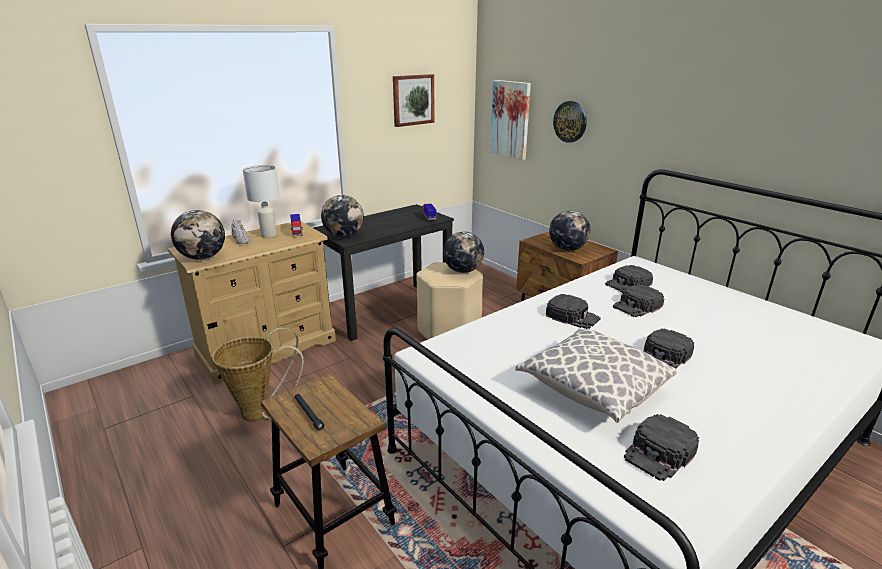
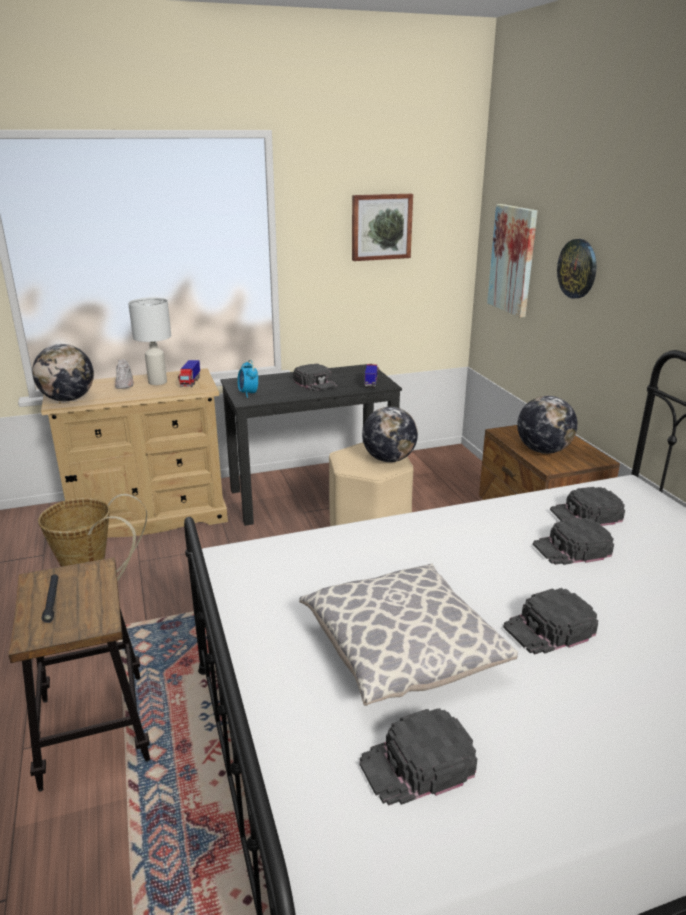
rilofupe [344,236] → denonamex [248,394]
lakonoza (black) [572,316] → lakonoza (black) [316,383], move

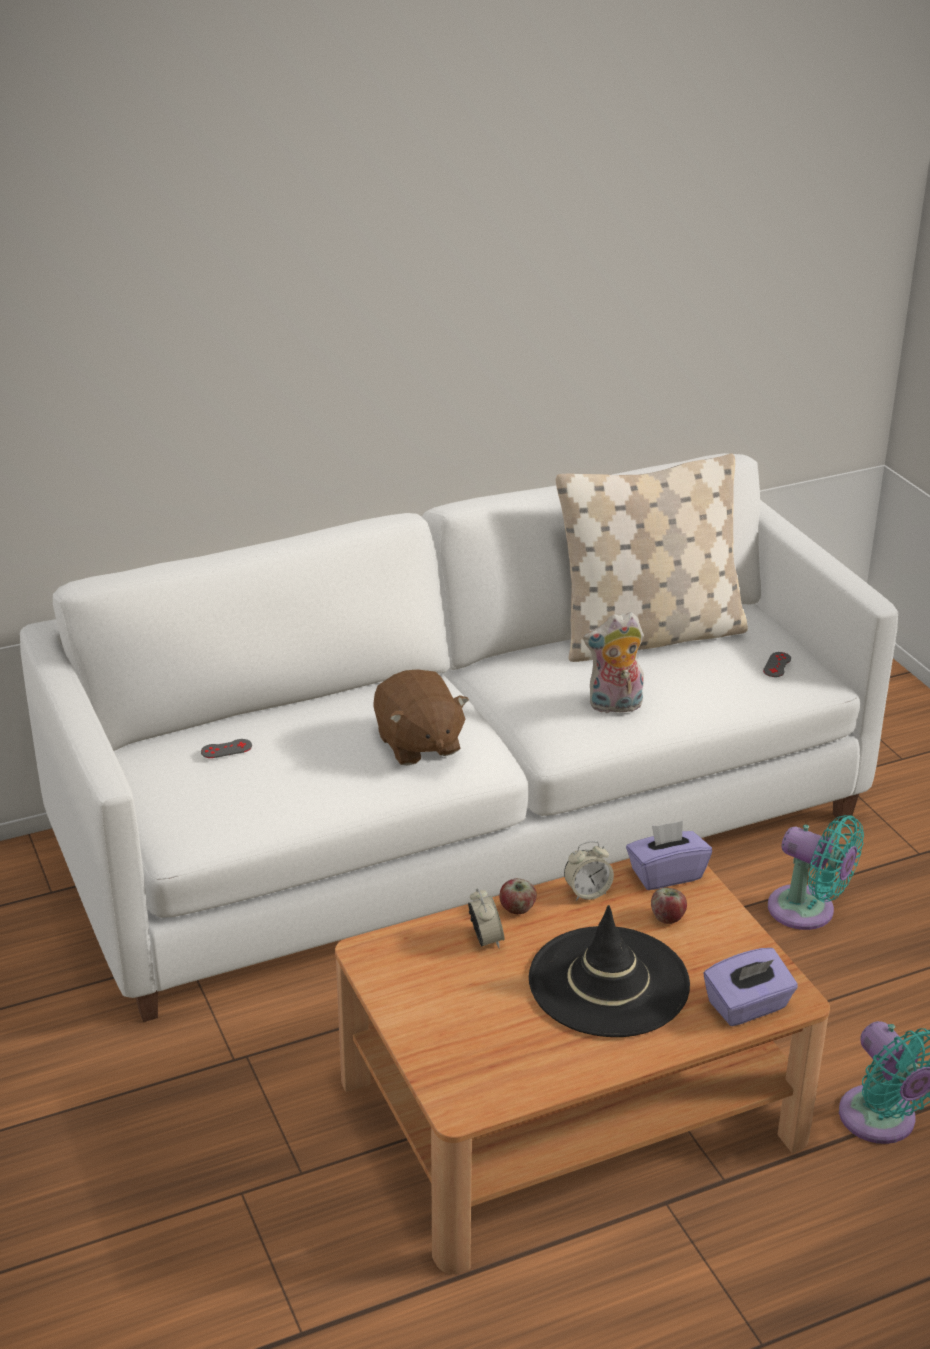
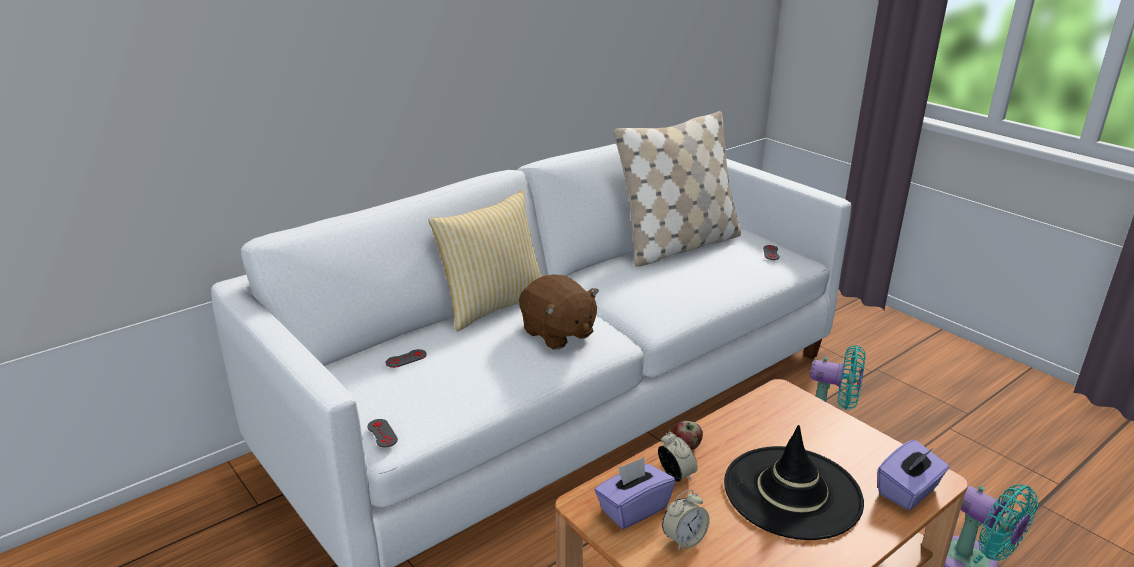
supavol [614,706] → -
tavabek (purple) [666,874] → tavabek (purple) [633,509], move
denonamex [587,892] → denonamex [684,539], move
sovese [667,917] → -
- → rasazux [492,305]
- → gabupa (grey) [382,433]

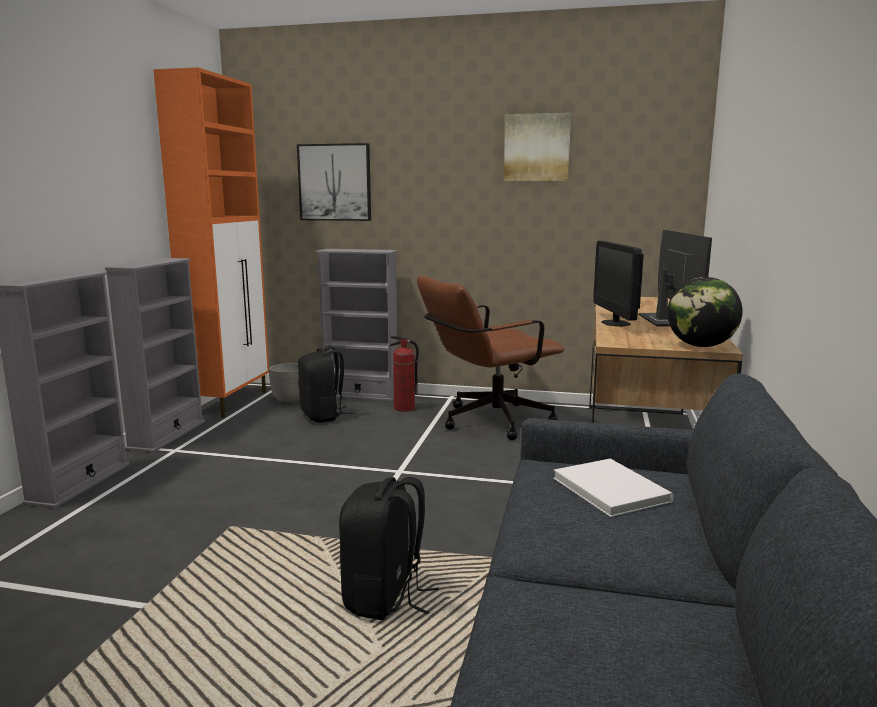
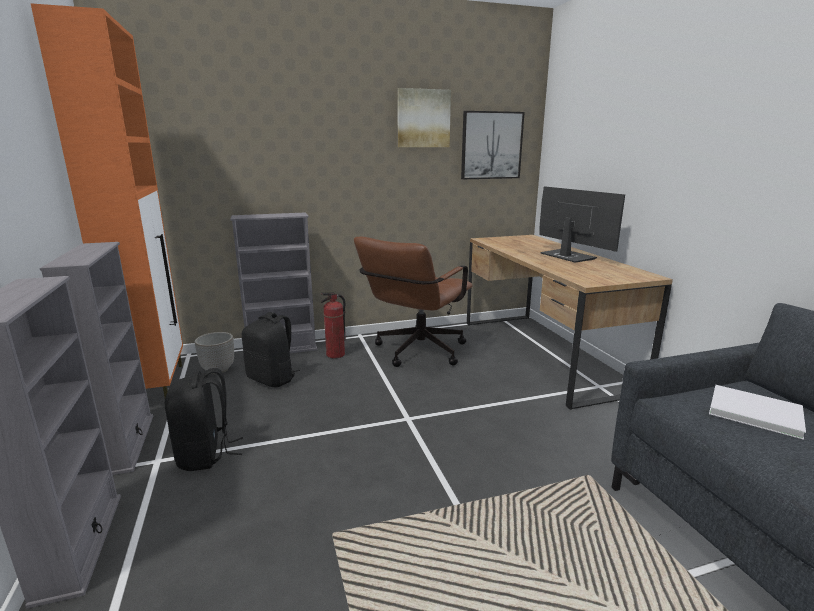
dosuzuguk [335,182] → dosuzuguk [491,145], move
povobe [615,323] → -
rilofupe [701,346] → -
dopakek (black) [385,598] → dopakek (black) [205,454], move

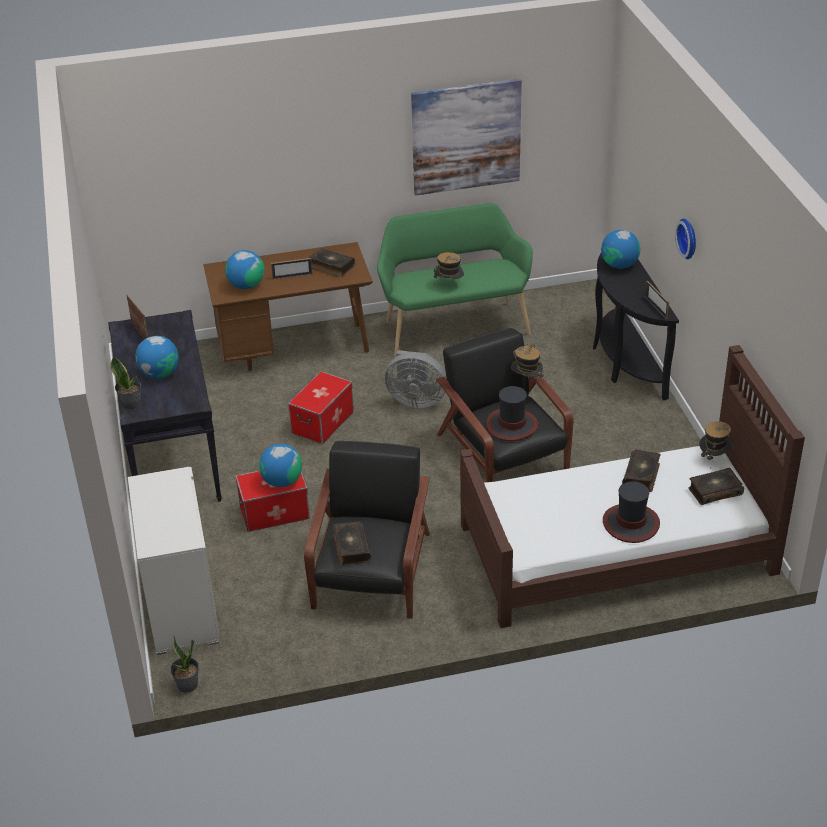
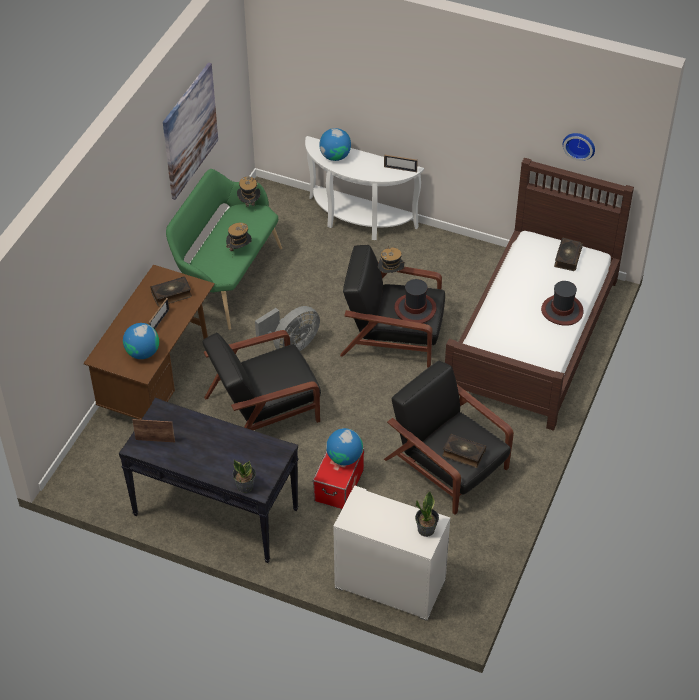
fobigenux [689,238] → fobigenux [579,144], move
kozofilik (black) [624,360] → kozofilik (white) [358,221]
rilofupe [160,374] → -
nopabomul [322,422] → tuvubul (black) [264,408]
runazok [714,458] → runazok [249,204], move
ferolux [642,475] → -
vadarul [187,685] → vadarul [426,529], move

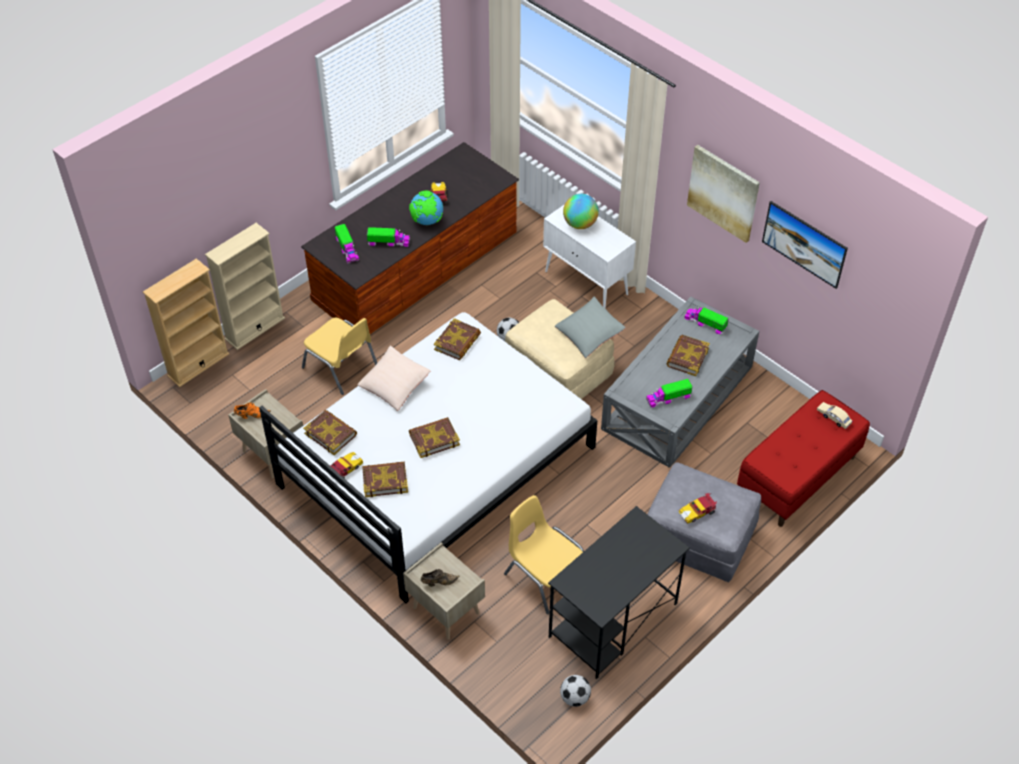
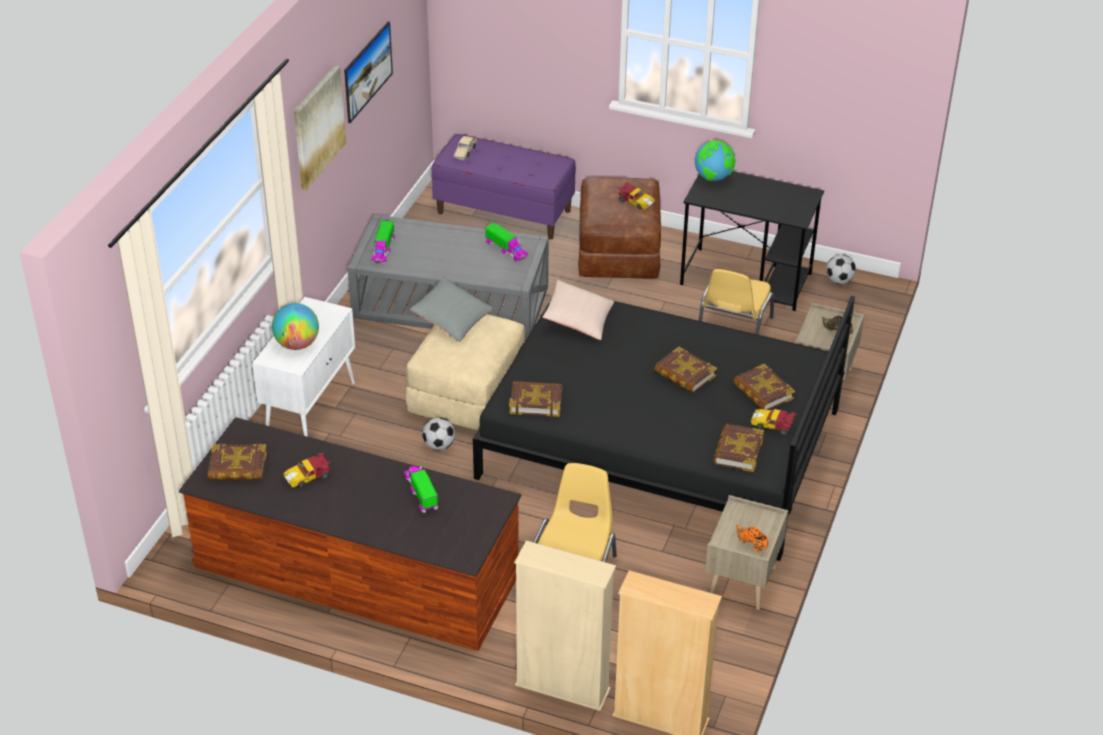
rilofupe [427,221] → rilofupe [713,178], move
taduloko [347,249] → -
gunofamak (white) [436,465] → gunofamak (black) [660,444]
ferolux [687,357] → ferolux [237,467], move
rasazux (beige) [394,385] → rasazux (beige) [578,319], move
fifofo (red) [797,477] → fifofo (purple) [504,211]
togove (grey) [697,538] → togove (brown) [619,253]

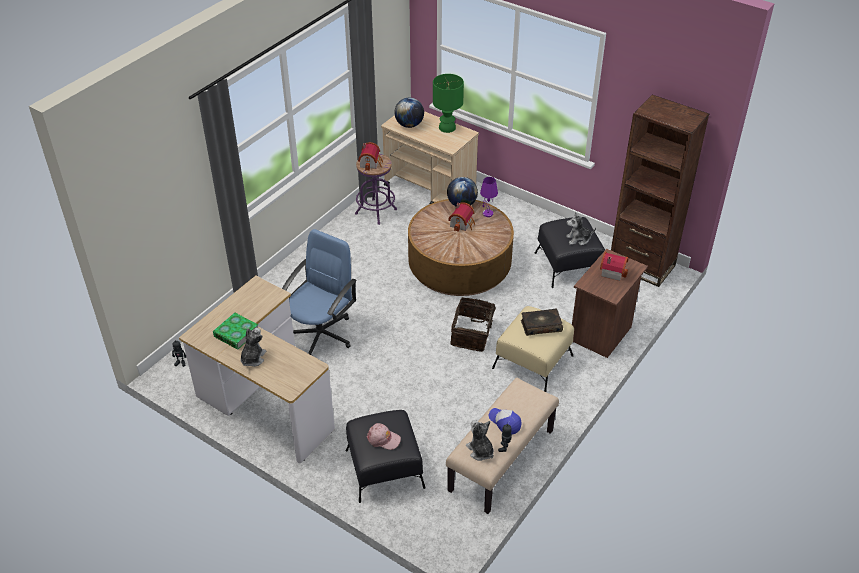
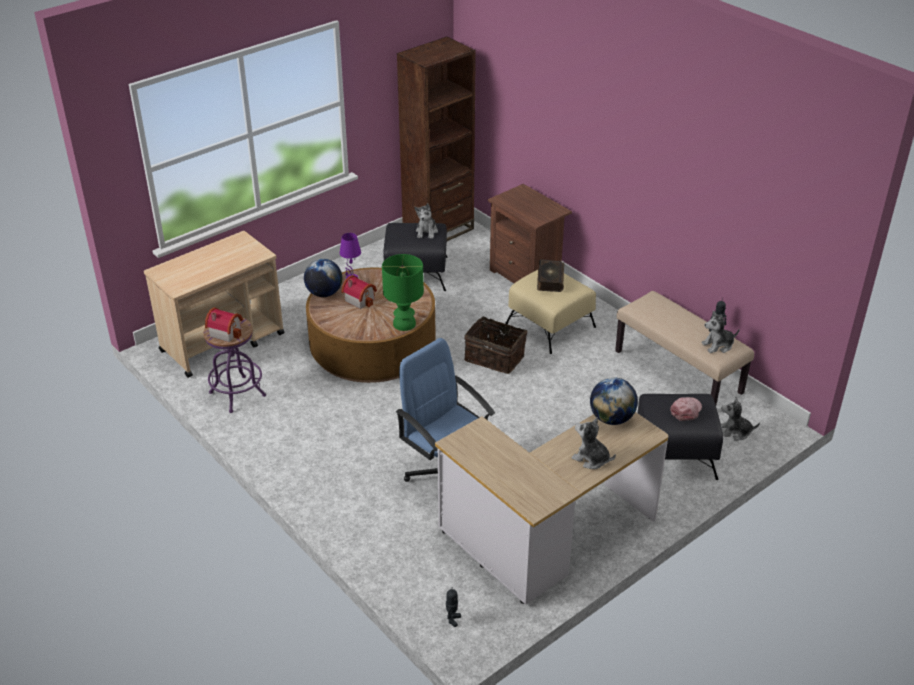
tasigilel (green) [447,127] → tasigilel (green) [404,323], move
rilofupe [409,125] → rilofupe [611,419], move
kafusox [612,271] → -
ferolux [236,333] → -
lakonoza [504,422] → -
- → supavol [735,432]

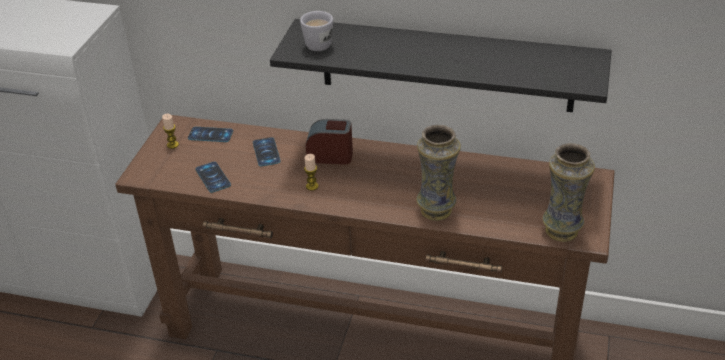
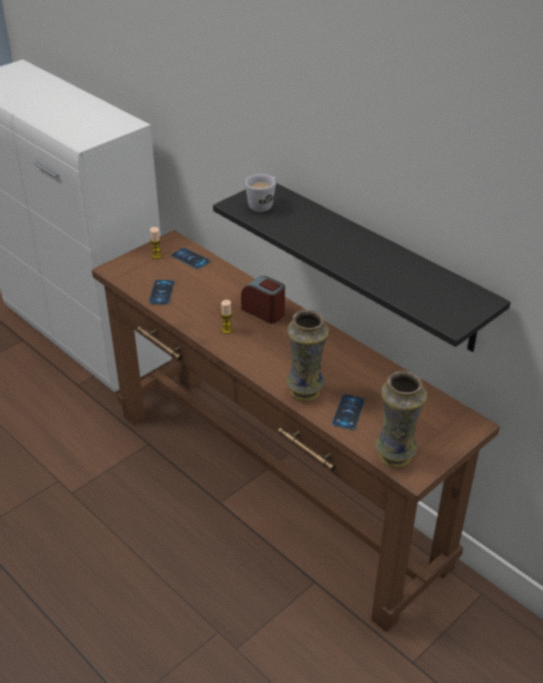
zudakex [266,152] → zudakex [348,412], move

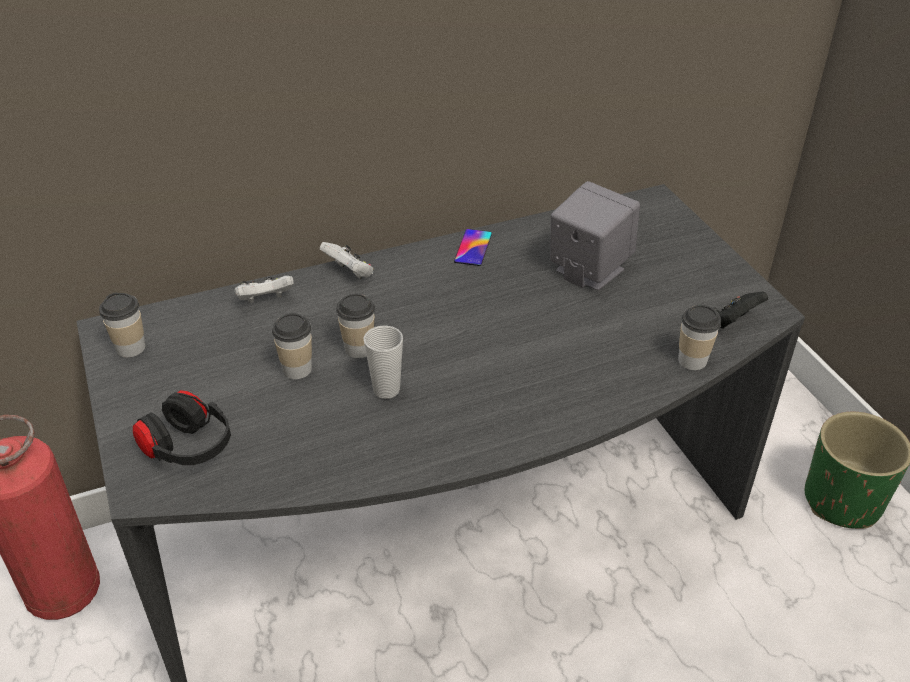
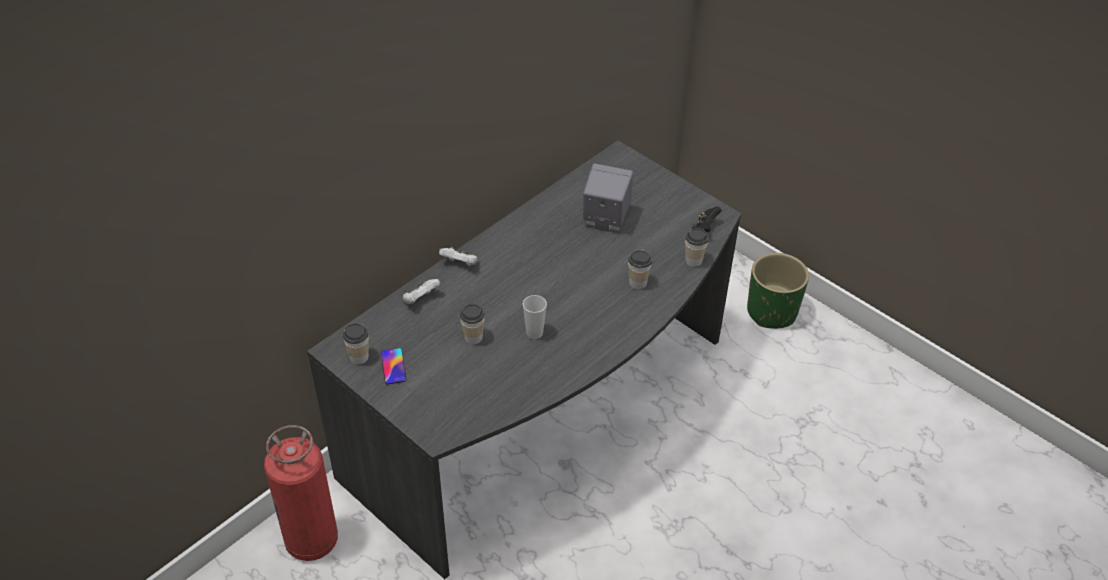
zudakex [473,248] → zudakex [393,366], move
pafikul [359,348] → pafikul [638,282], move
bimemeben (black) [188,449] → -

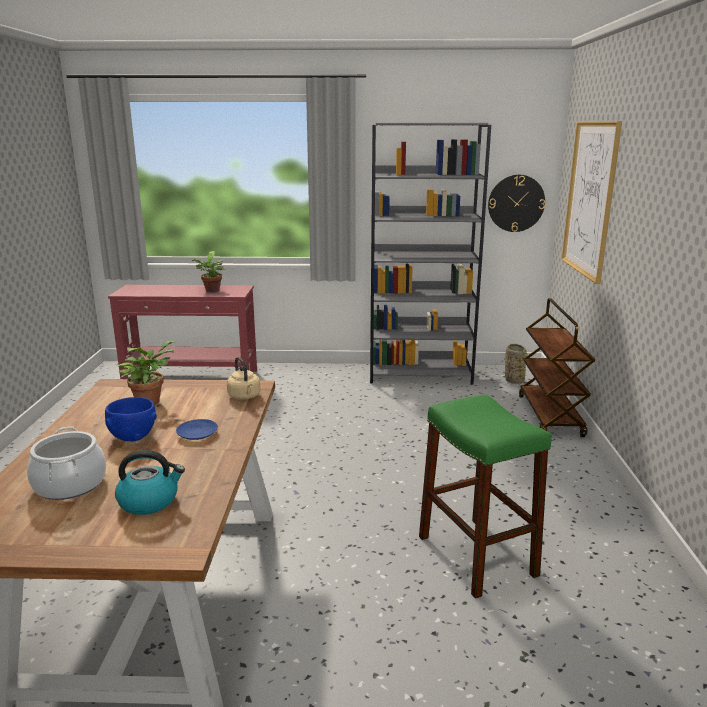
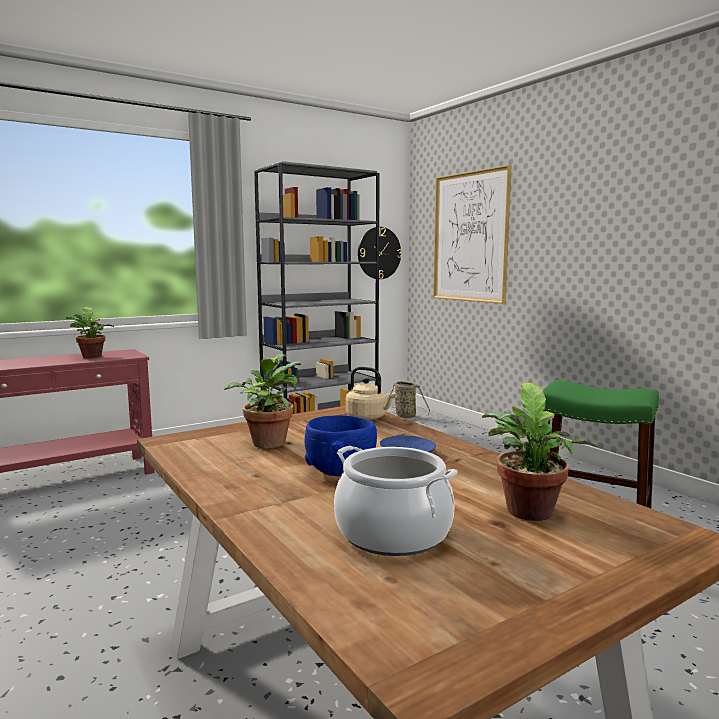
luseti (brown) [550,416] → -
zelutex [149,501] → vadarul [530,514]

